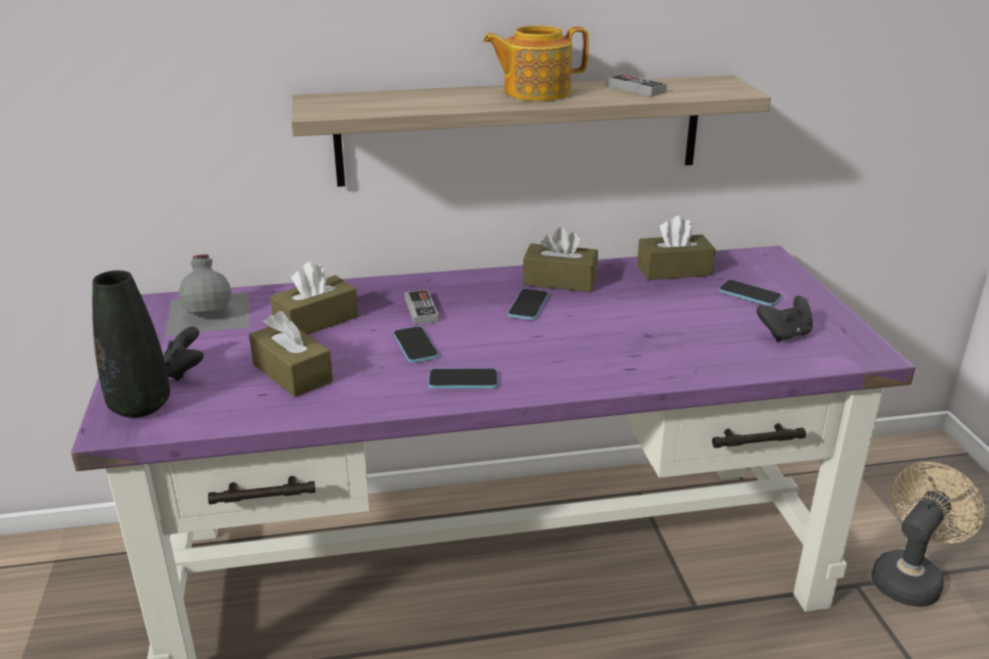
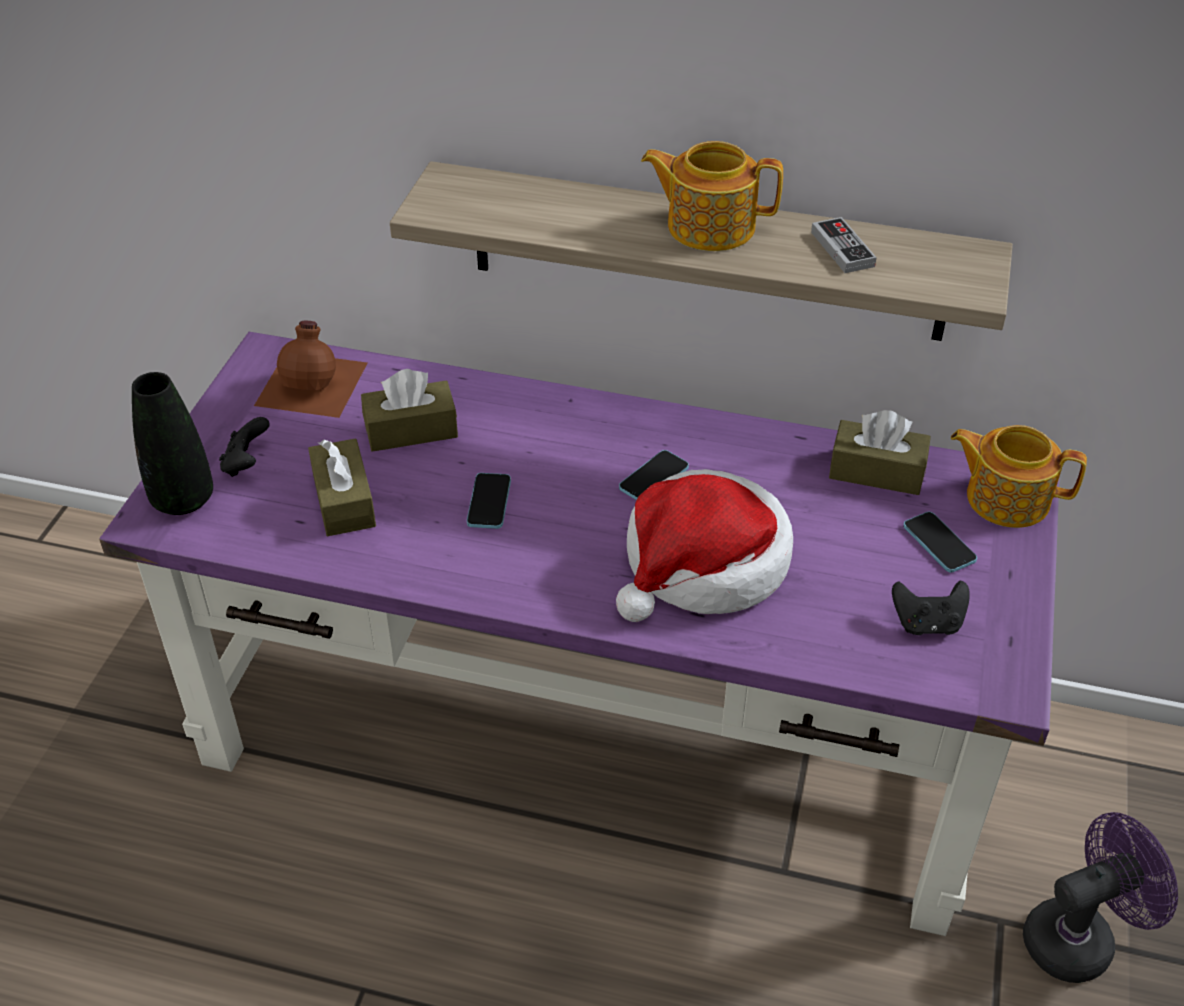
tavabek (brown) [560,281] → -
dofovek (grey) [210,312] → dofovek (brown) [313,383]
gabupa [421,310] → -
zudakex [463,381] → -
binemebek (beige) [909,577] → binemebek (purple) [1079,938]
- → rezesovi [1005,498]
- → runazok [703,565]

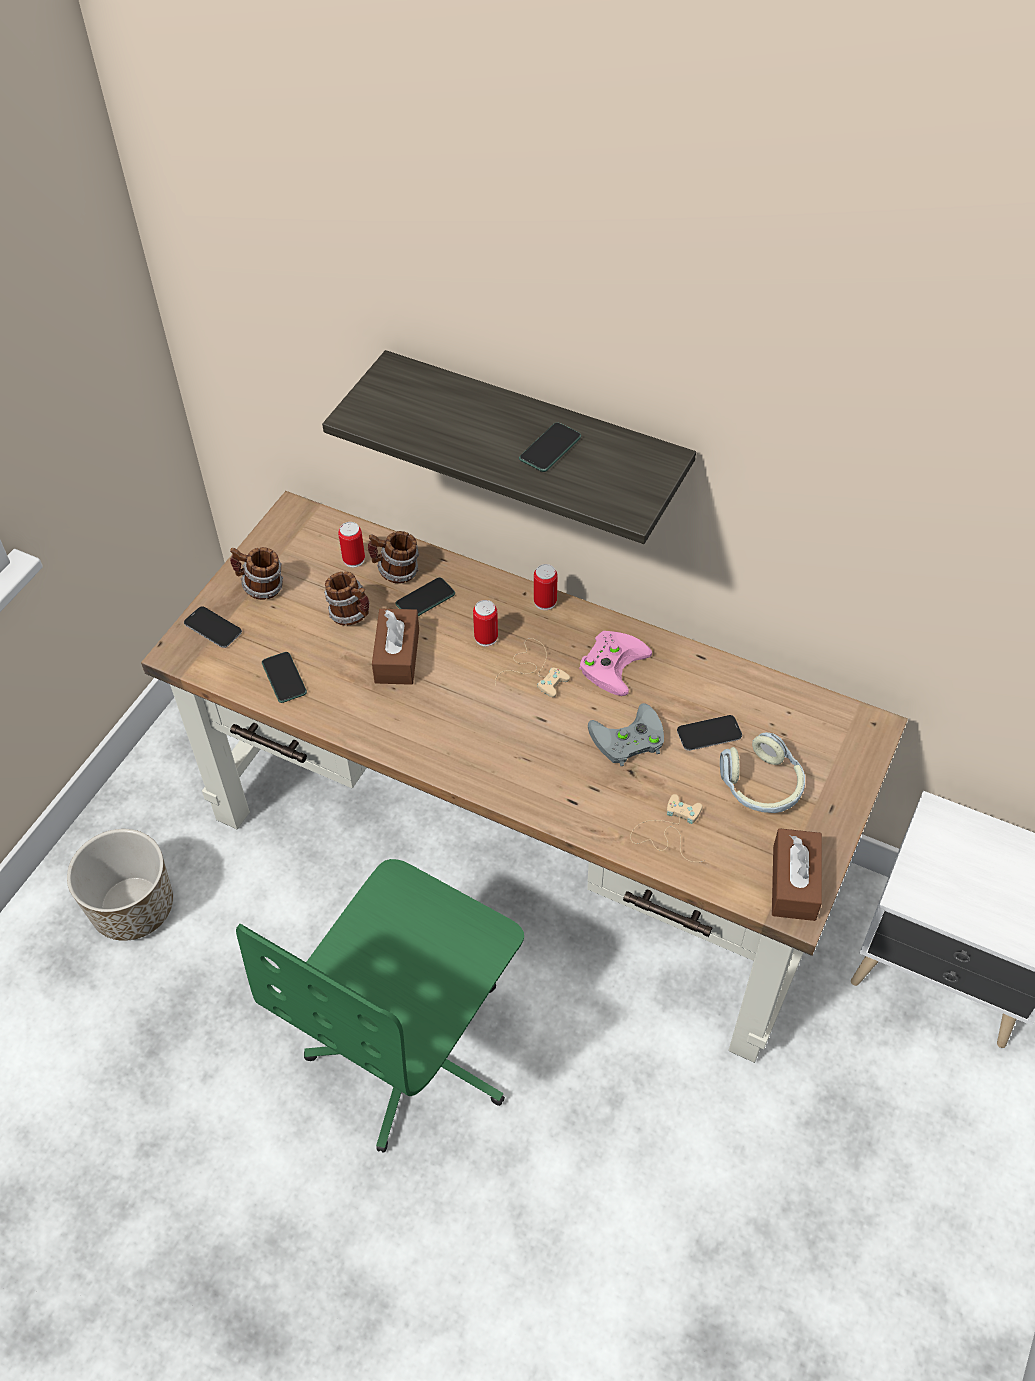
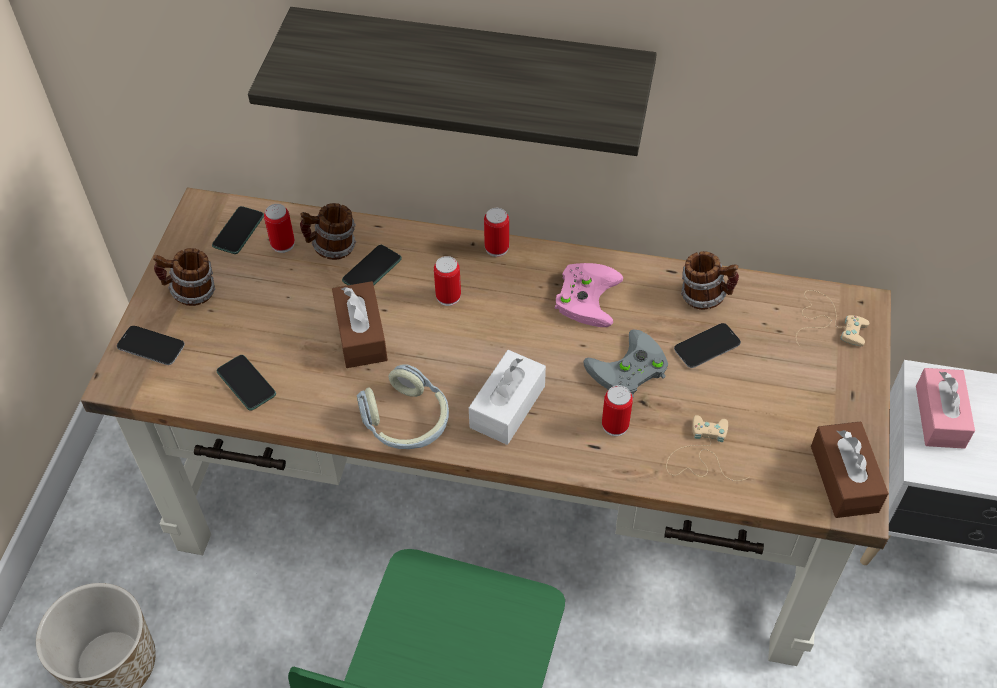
zudakex [550,448] → zudakex [238,231], move
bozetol [352,615] → bozetol [705,297], move
gabupa (beige) [535,669] → gabupa (beige) [827,321], move
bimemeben [761,785] → bimemeben [406,421], move
- → tavabek (white) [507,406]
- → tavabek (pink) [940,416]
- → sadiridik [615,425]

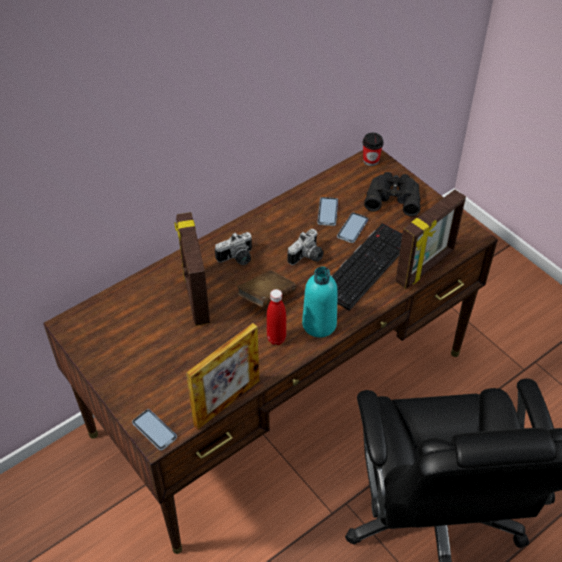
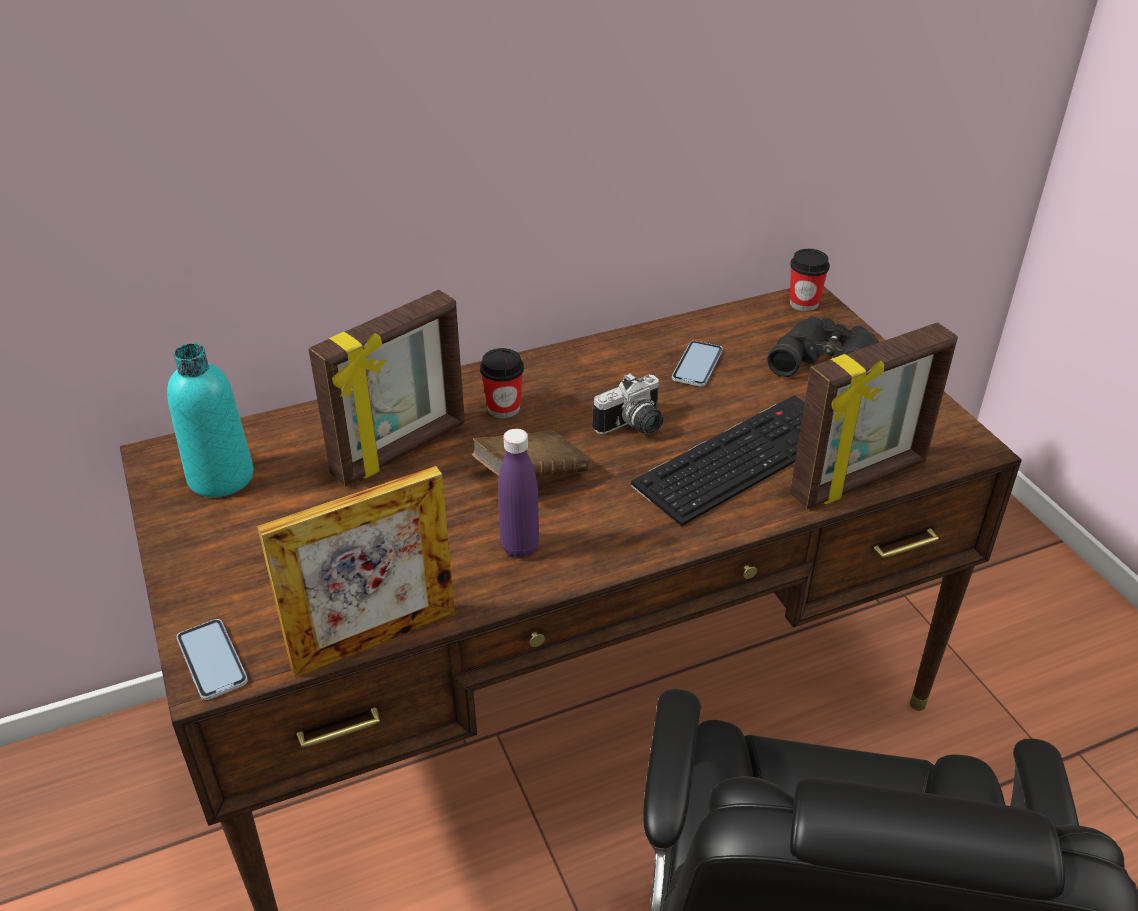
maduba [195,295] → maduba [401,451], 135 degrees counterclockwise
zudakex [352,228] → -
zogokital [237,259] → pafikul [503,408]
dofovek (turquoise) [319,324] → dofovek (turquoise) [221,477], move
dofovek (red) [276,339] → dofovek (purple) [520,547]

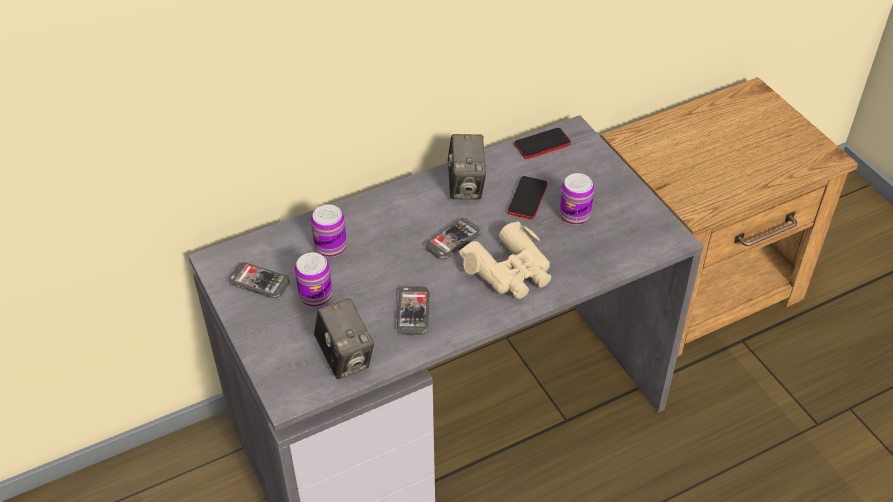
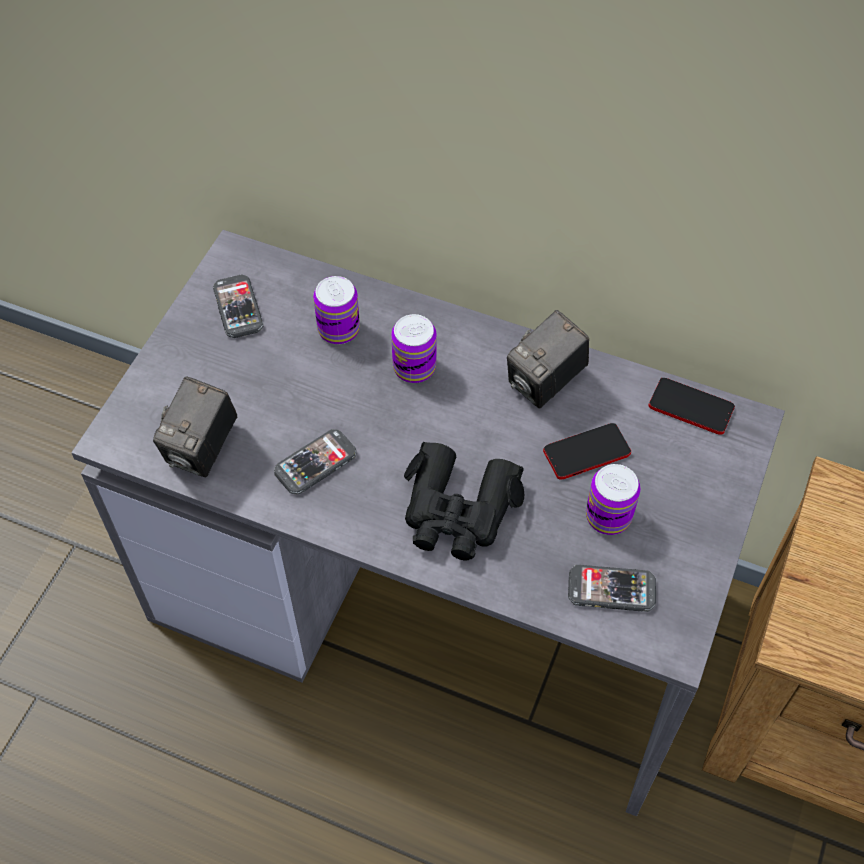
zudakex [453,240] → zudakex [611,589], move
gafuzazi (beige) [510,271] → gafuzazi (black) [458,511]
sadiridik [315,295] → sadiridik [414,367], move

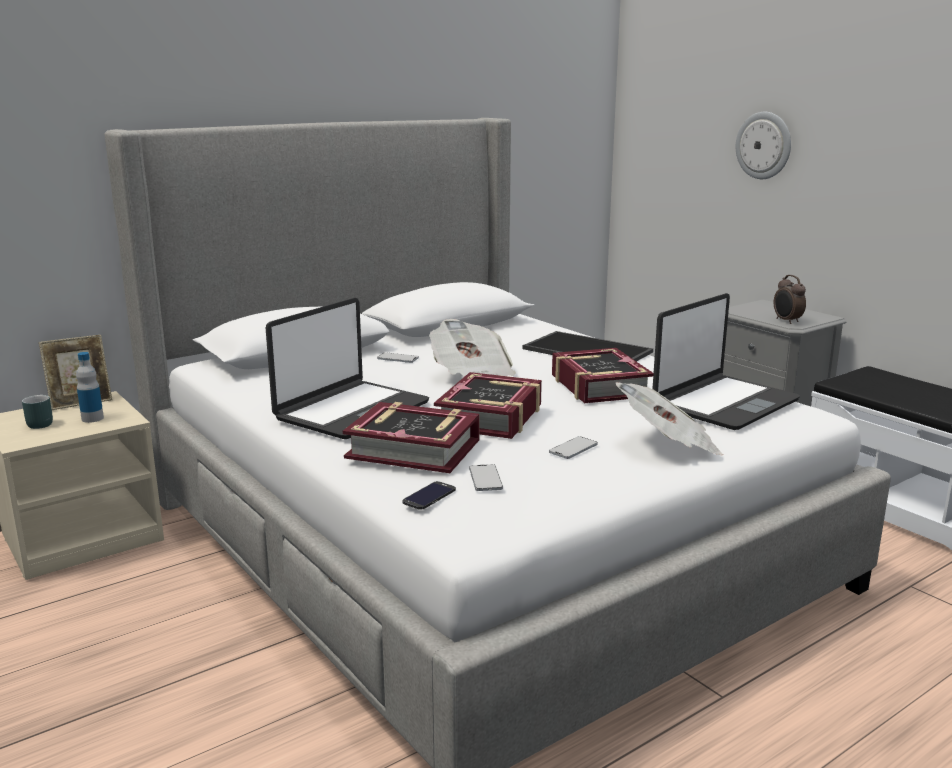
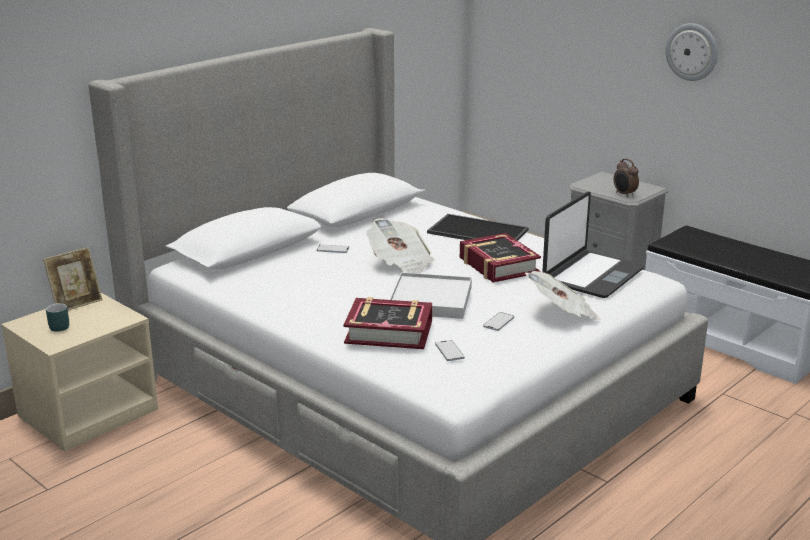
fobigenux [764,145] → fobigenux [692,52], move
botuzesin [351,411] → -
dofovek [92,418] → -
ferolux [490,416] → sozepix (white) [431,300]
zudakex [429,496] → -

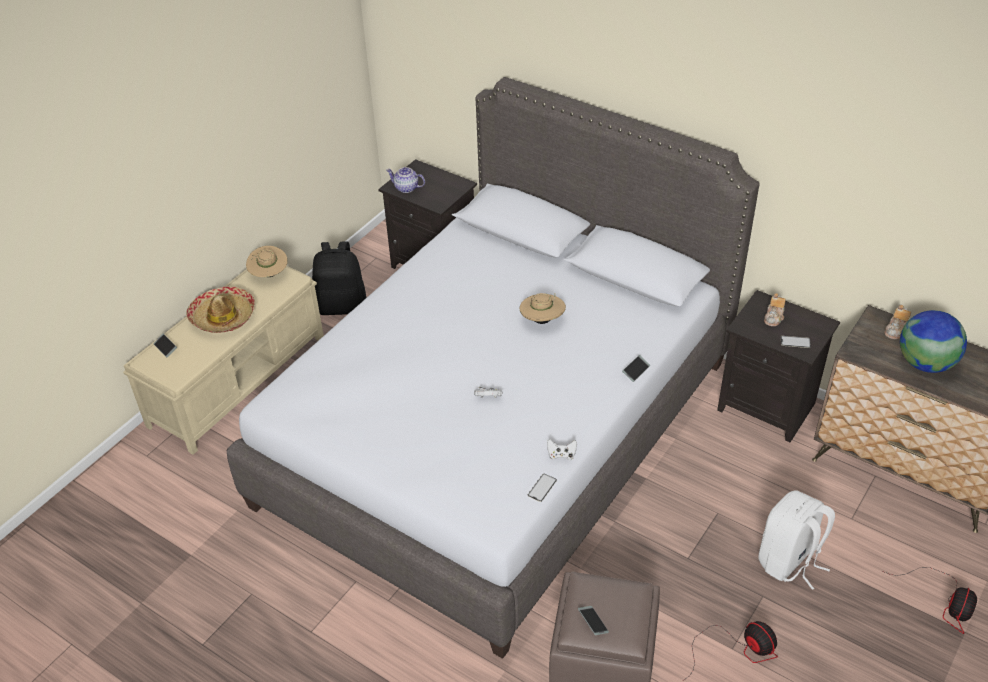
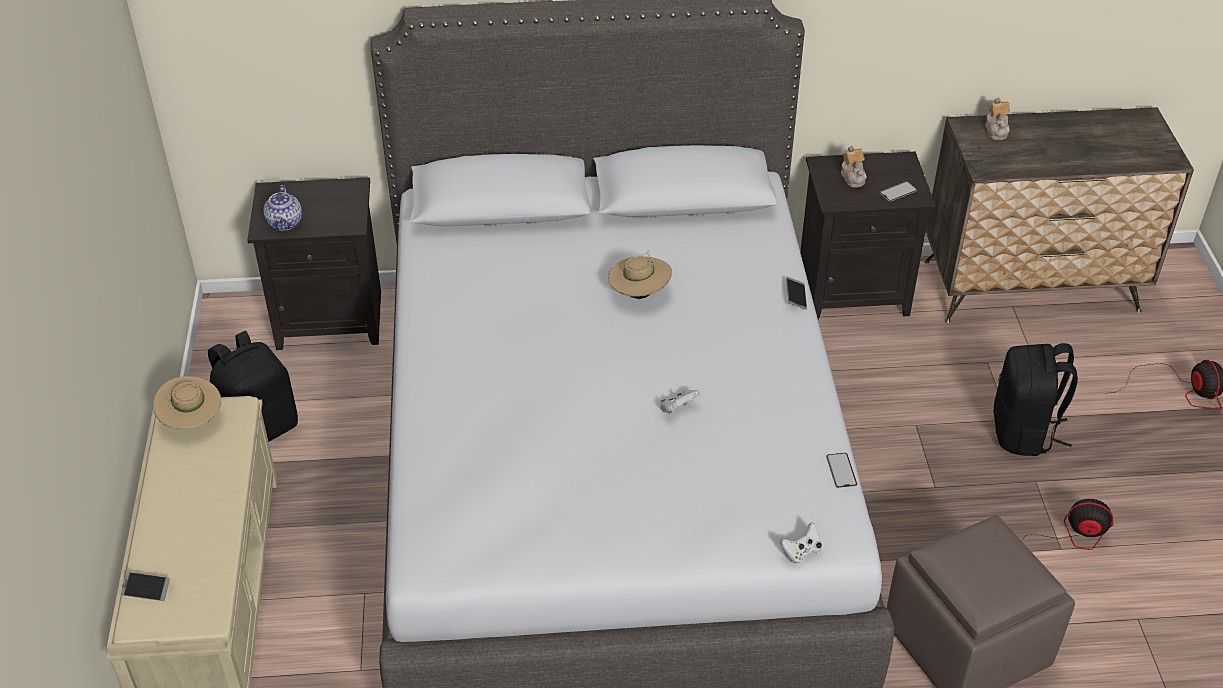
rezesovi [406,188] → rezesovi [285,222], 75 degrees counterclockwise
runazok [223,316] → -
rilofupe [925,363] → -
gabupa (white) [561,455] → gabupa (white) [801,552], move
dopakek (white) [789,561] → dopakek (black) [1024,432]
zudakex [593,622] → -

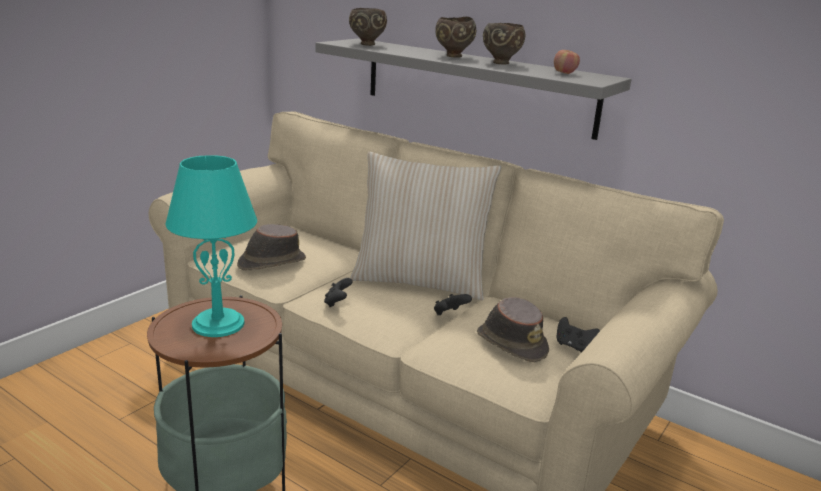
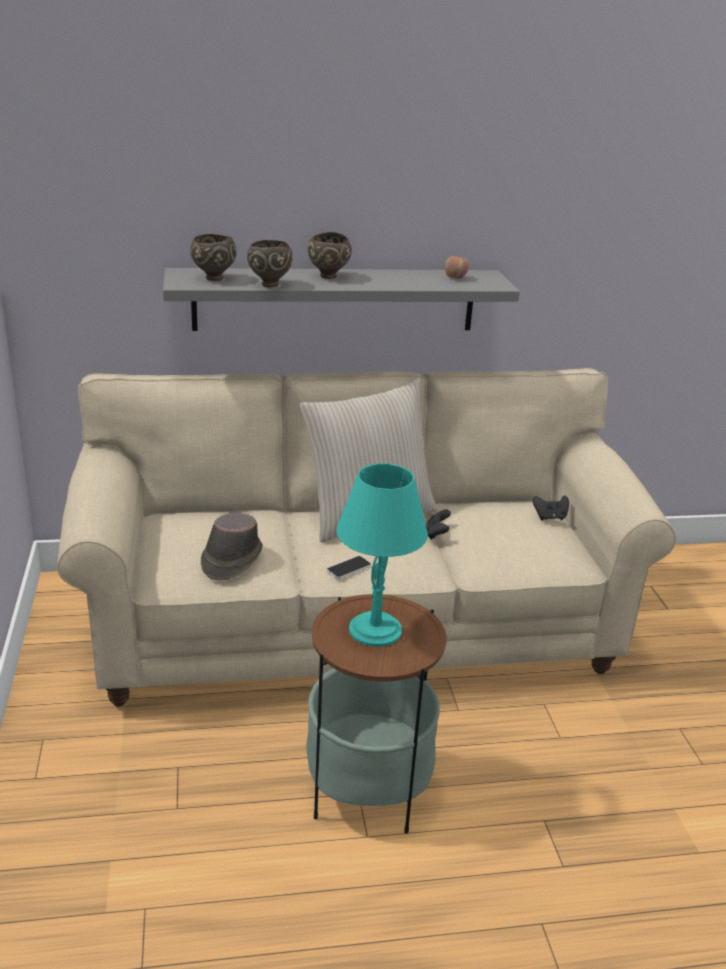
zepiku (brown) [501,63] → zepiku (brown) [269,284], move
gabupa (black) [337,303] → zudakex [349,568]
runazok (brown) [511,343] → -

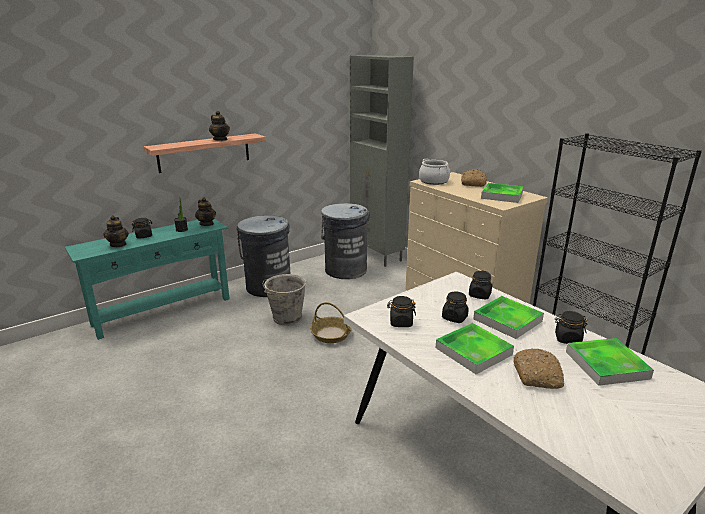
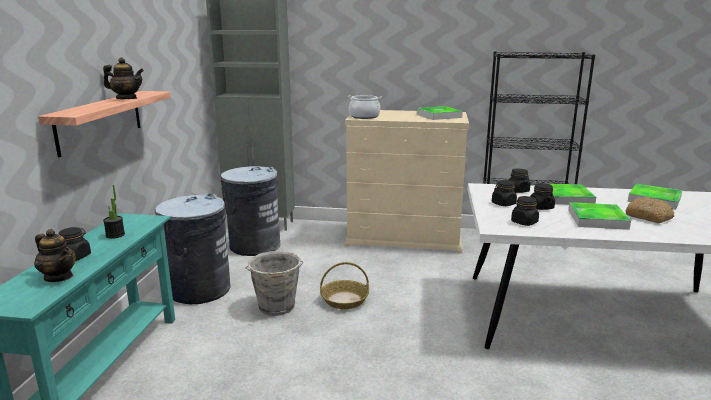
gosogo [472,183] → -
rezesovi [207,224] → -
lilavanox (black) [567,339] → lilavanox (black) [503,204], move

